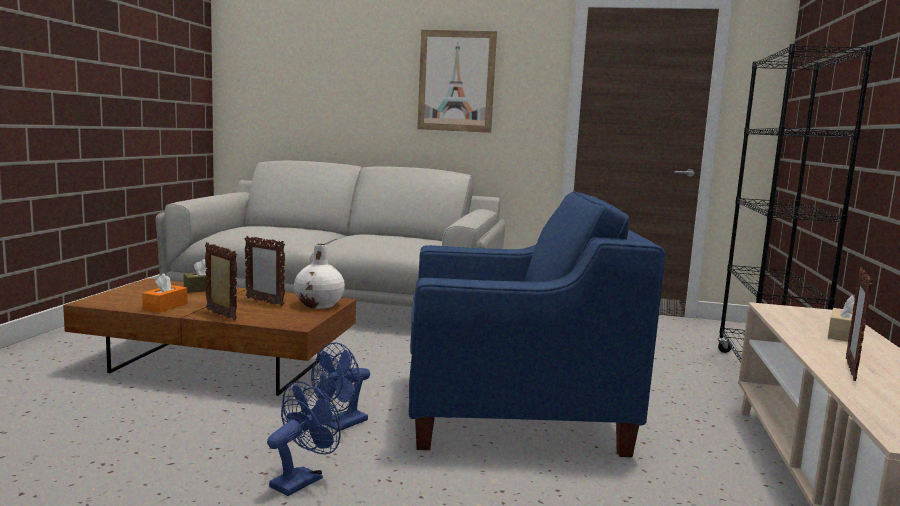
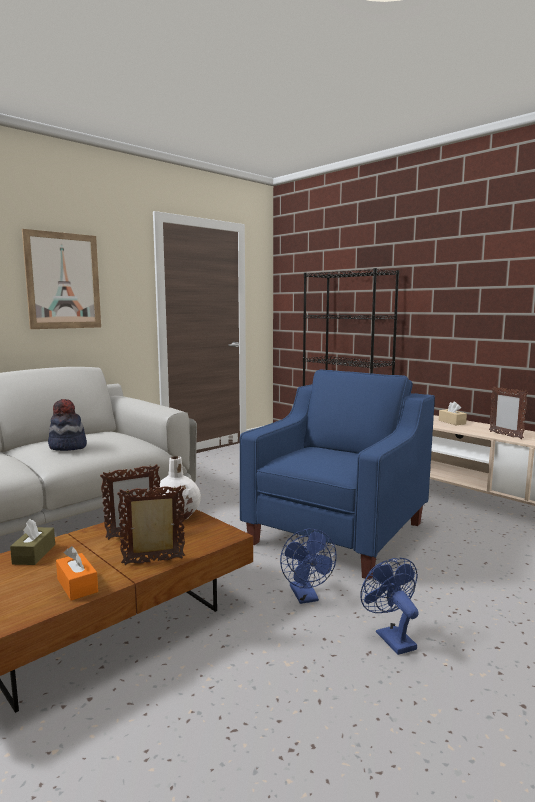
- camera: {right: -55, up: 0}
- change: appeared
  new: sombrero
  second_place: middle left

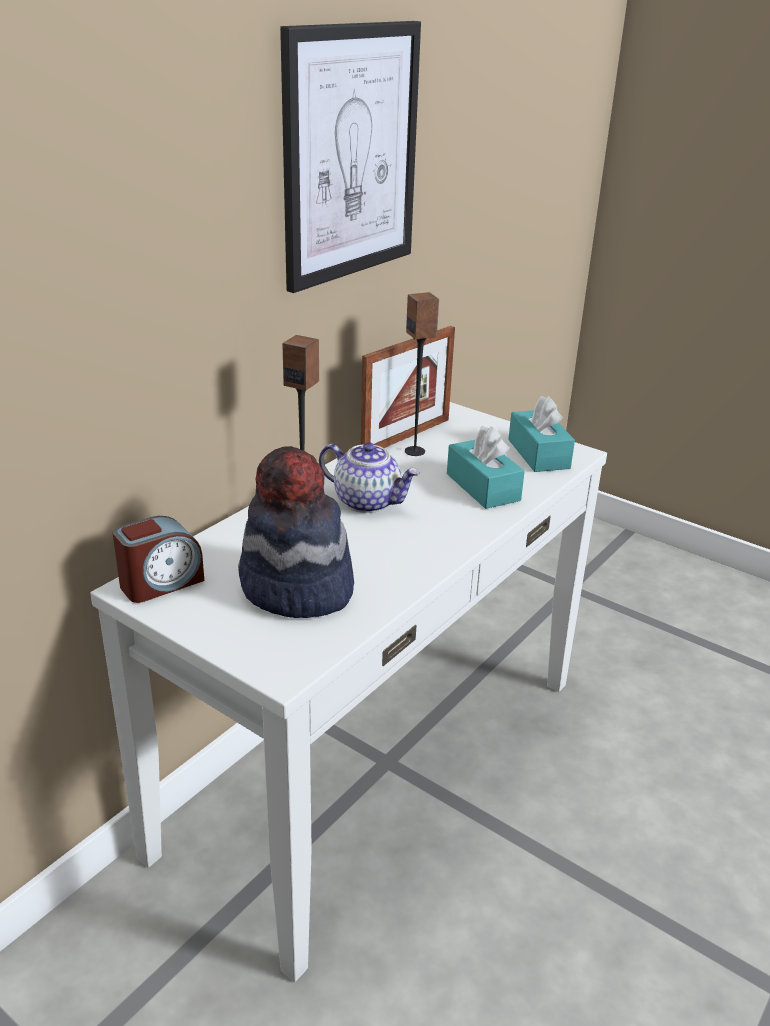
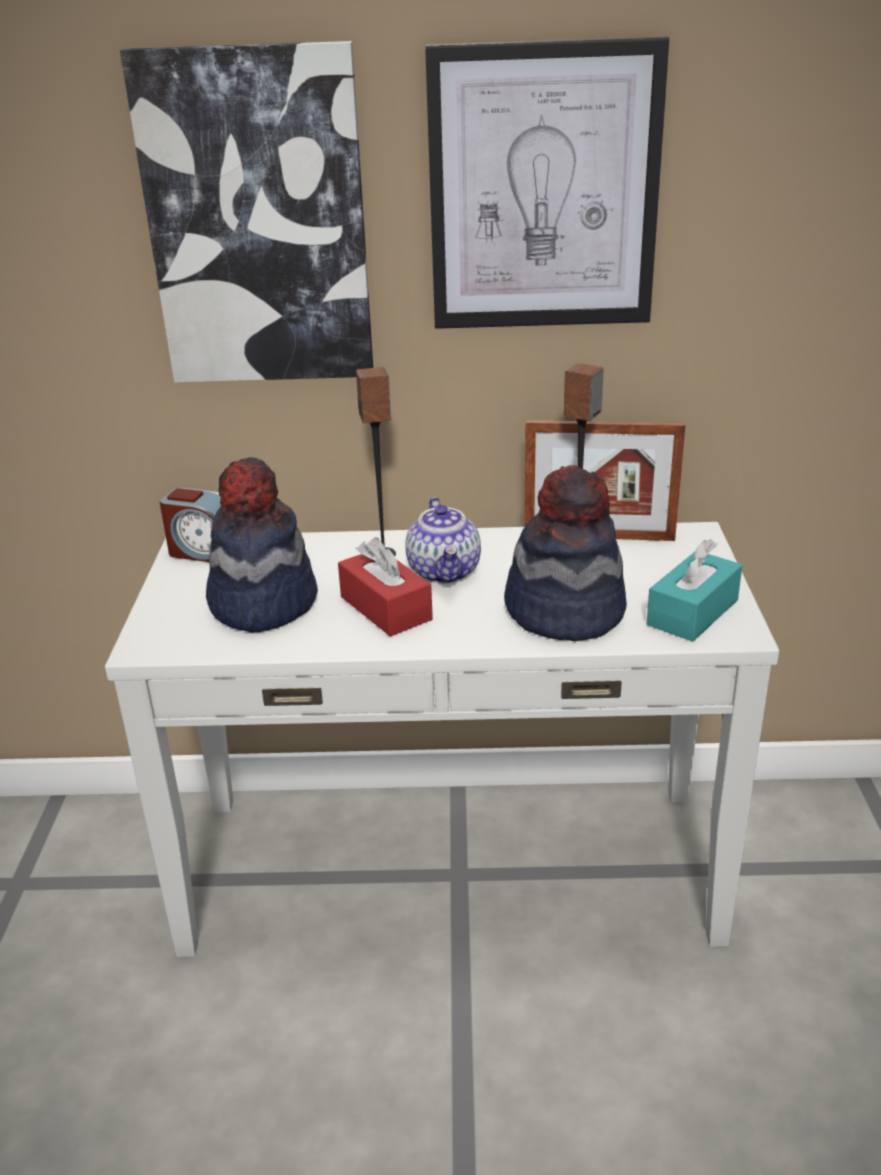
- camera: {right: 55, up: 0}
- change: appeared
  new: cuadro (no. 1 from left)
  second_place: top left
- change: appeared
  new: caja de pañuelos/rojo
  second_place: centre
- change: exchanged
  old: caja de pañuelos/turquesa (no. 1 from left)
  new: sombrero (no. 2 from left)
  first_place: centre
  second_place: centre

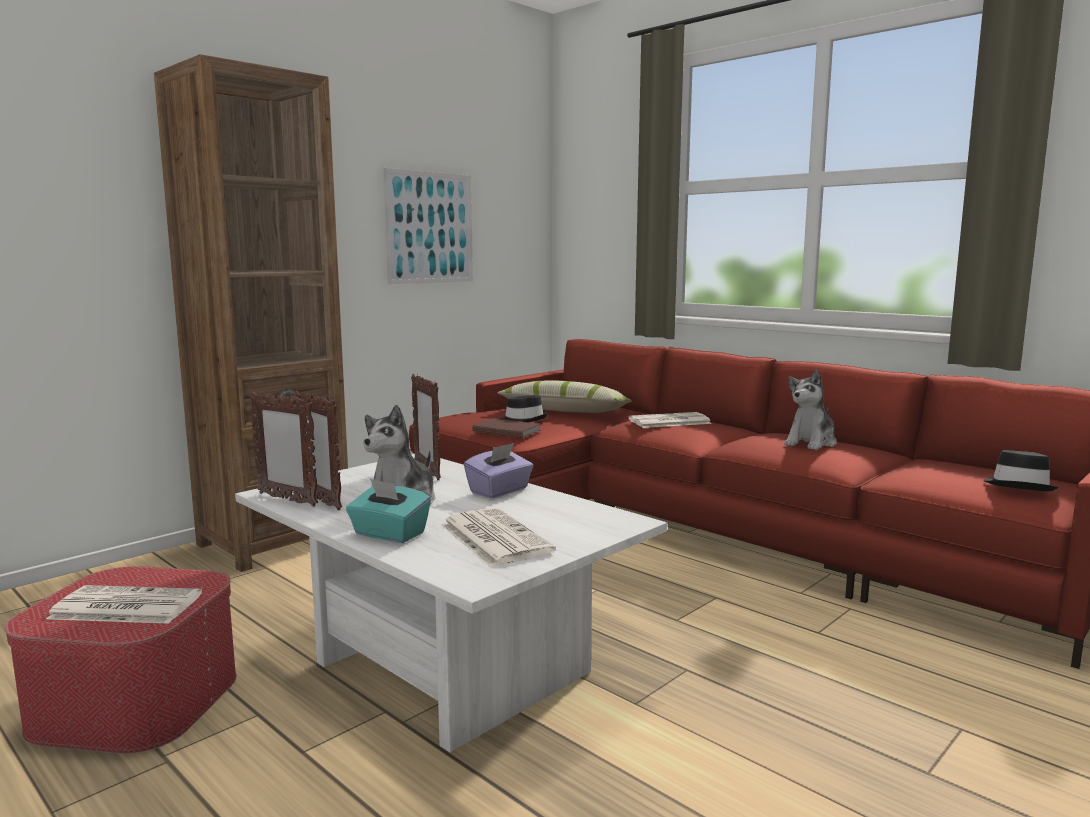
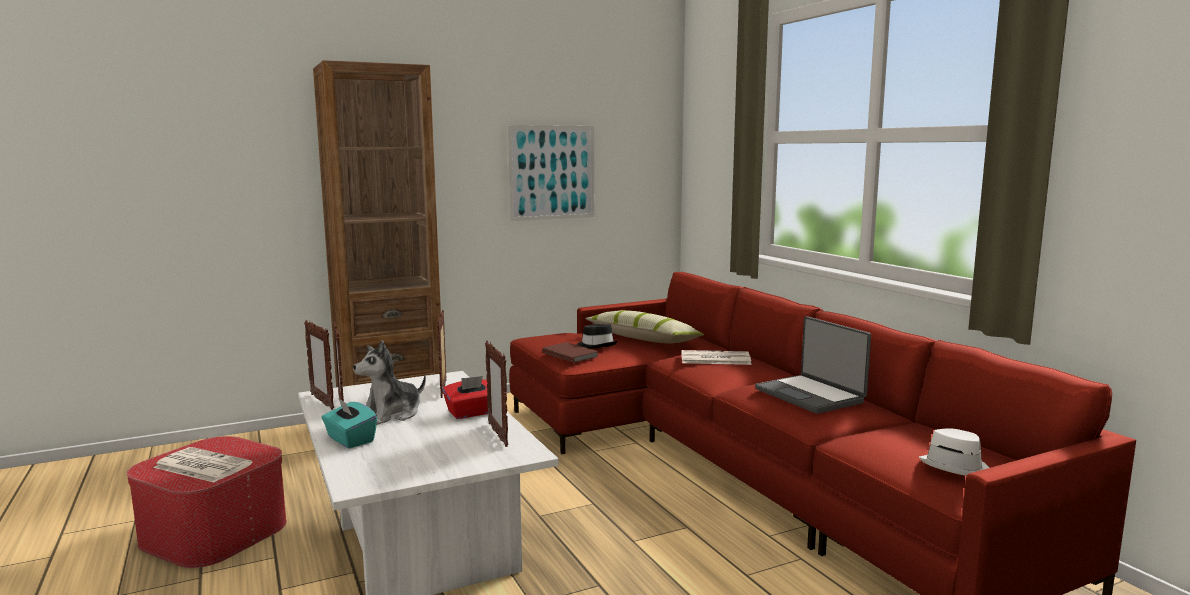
- camera: {right: 20, up: 0}
- change: colour
  old: caja de pañuelos/morado
  new: caja de pañuelos/rojo
  first_place: centre
  second_place: bottom centre
- change: appeared
  new: portarretratos (no. 4 from left)
  second_place: centre
- change: exchanged
  old: peluche (no. 2 from left)
  new: portátil
  first_place: middle right
  second_place: middle right
- change: colour
  old: sombrero/negro (no. 2 from left)
  new: sombrero/blanco
  first_place: middle right
  second_place: bottom right
- change: missing
  old: periódico (no. 2 from left)
  first_place: centre

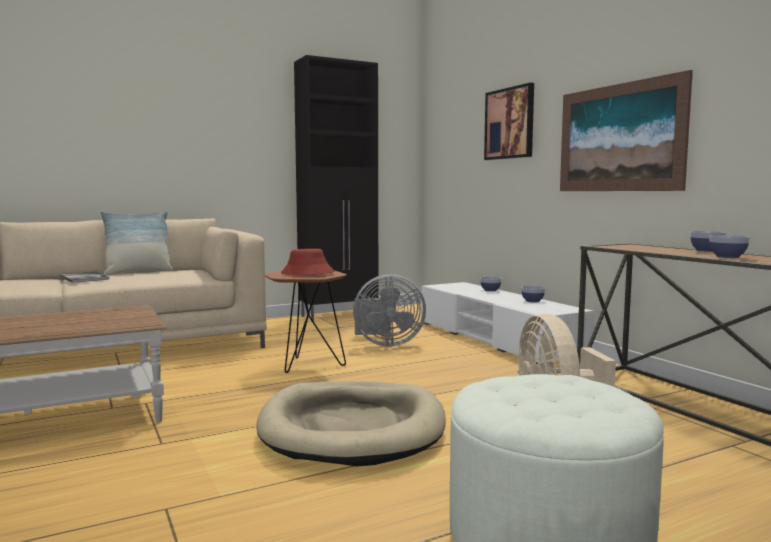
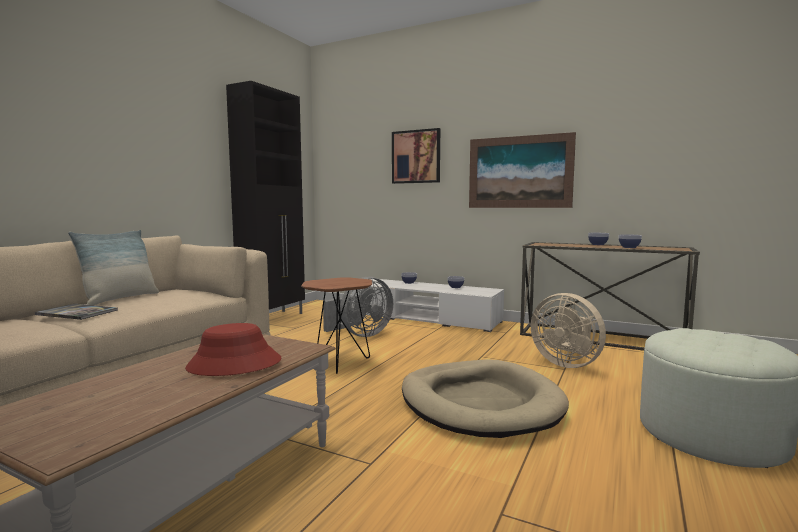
- camera: {right: -35, up: 0}
- change: relocated
  old: sombrero/rojo
  first_place: centre
  second_place: middle left

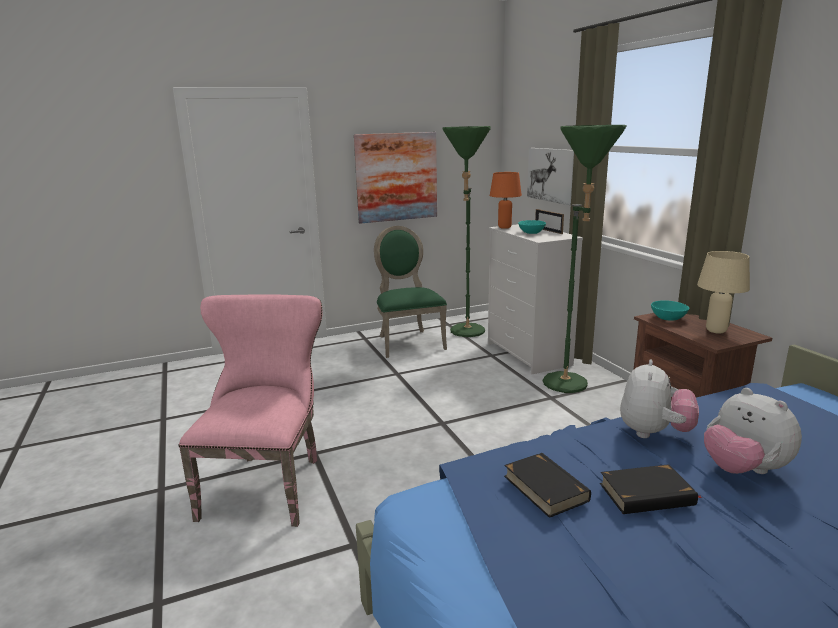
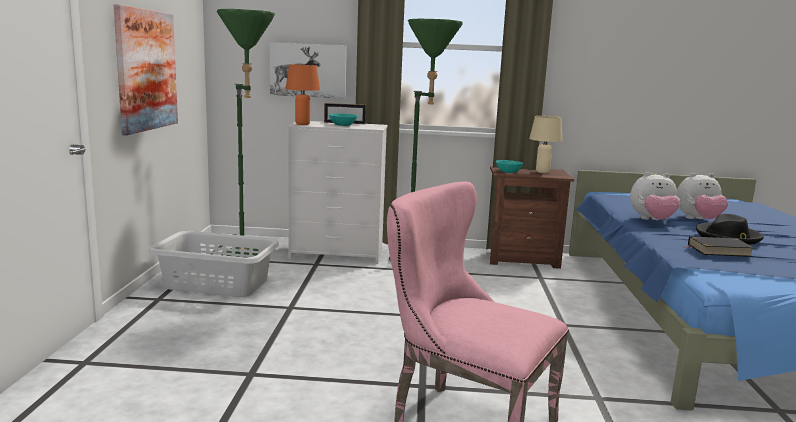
- camera: {right: -65, up: -5}
- change: exchanged
  old: silla/verde
  new: cesto de la ropa/gris
  first_place: centre
  second_place: middle left
- change: spun
  old: peluche (no. 1 from left)
  first_place: middle right
  second_place: middle right
  degrees: 135
- change: exchanged
  old: libro/negro (no. 2 from left)
  new: sombrero/negro
  first_place: bottom right
  second_place: middle right

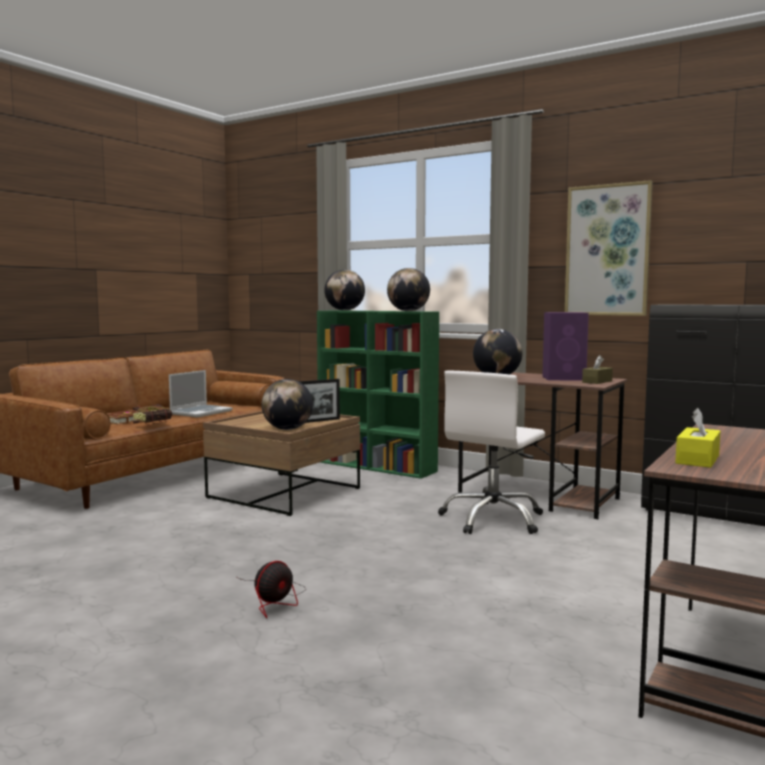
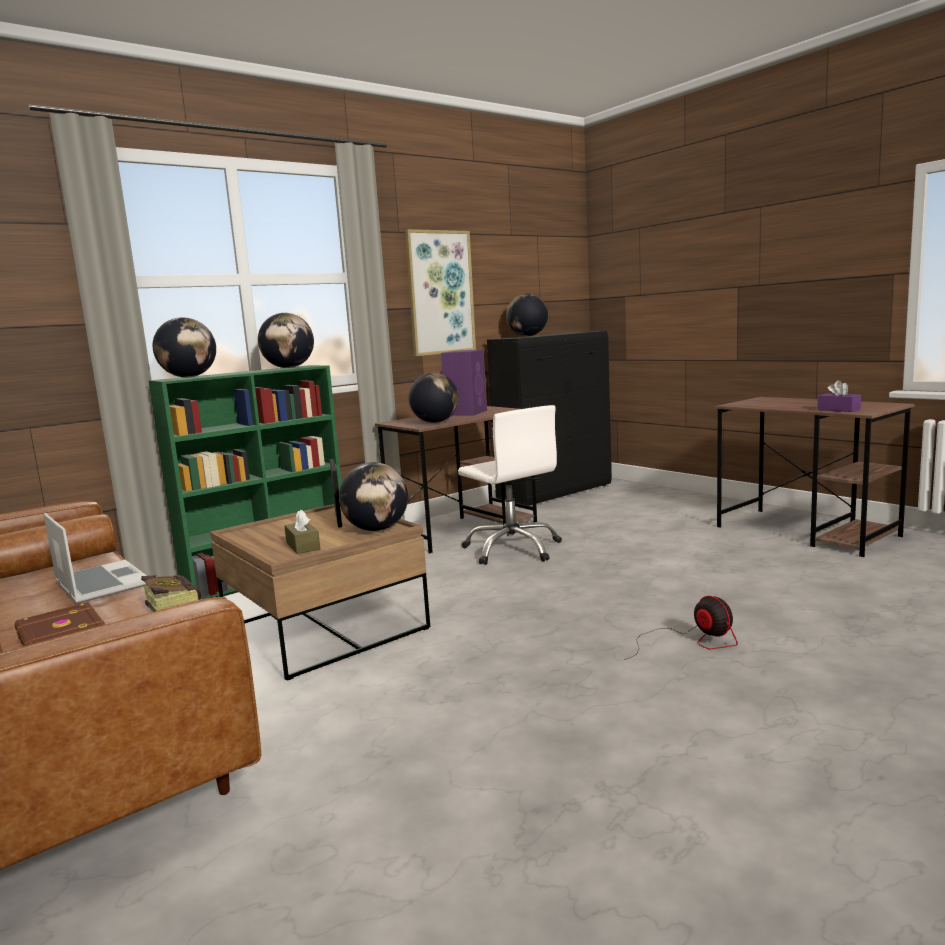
- camera: {right: -70, up: 5}
- change: relocated
  old: caja de pañuelos/marrón
  first_place: middle right
  second_place: middle left
- change: appeared
  new: globo terráqueo (no. 5 from left)
  second_place: centre
- change: colour
  old: caja de pañuelos/amarillo
  new: caja de pañuelos/morado
  first_place: middle right
  second_place: middle right

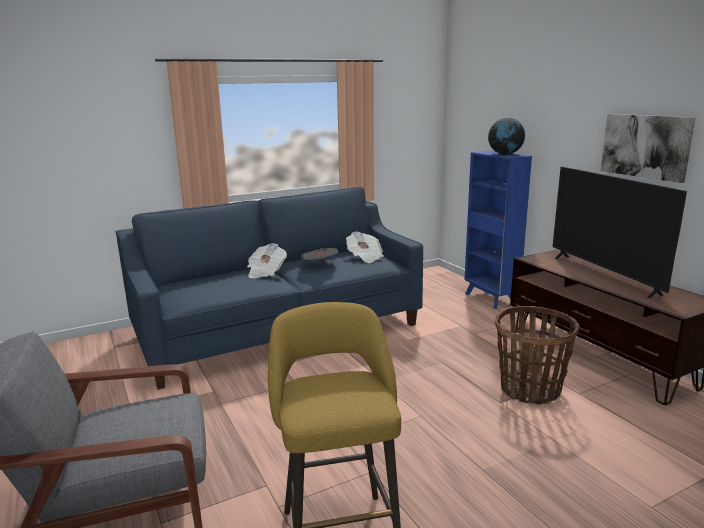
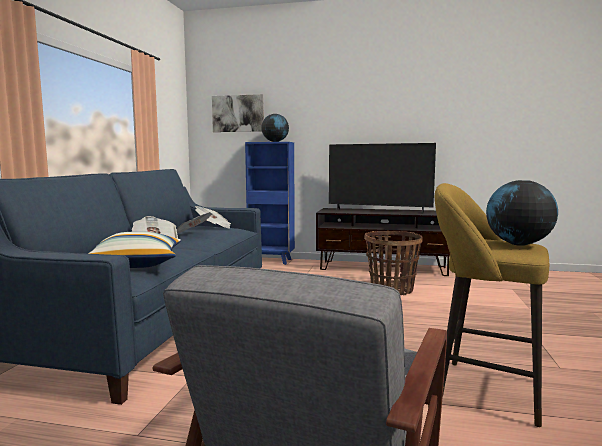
- camera: {right: -50, up: -10}
- change: appeared
  new: cojín
  second_place: middle left
- change: relocated
  old: cuadro
  first_place: top right
  second_place: top centre
- change: appeared
  new: globo terráqueo (no. 2 from left)
  second_place: middle right

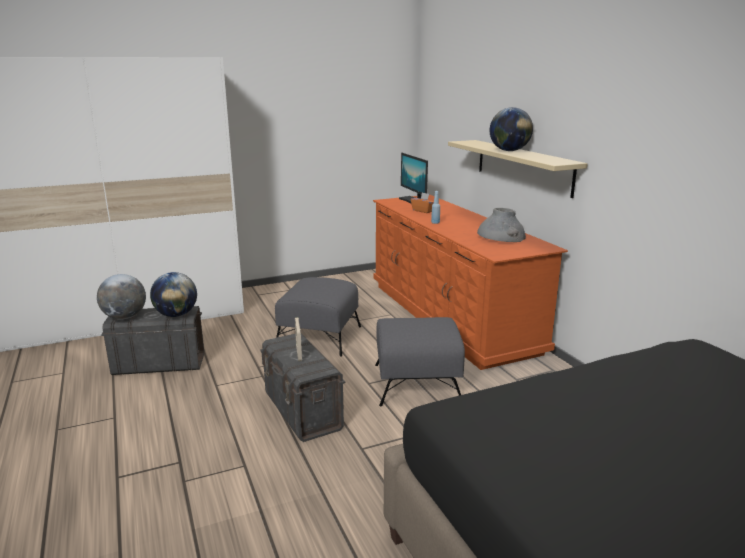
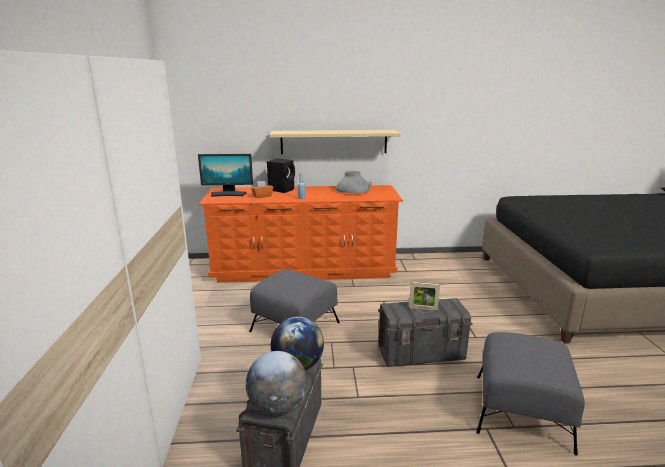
- camera: {right: -70, up: 0}
- change: appeared
  new: altavoz/negro
  second_place: centre
- change: relocated
  old: puf/gris (no. 2 from left)
  first_place: centre
  second_place: bottom right
- change: missing
  old: globo terráqueo (no. 3 from left)
  first_place: top right

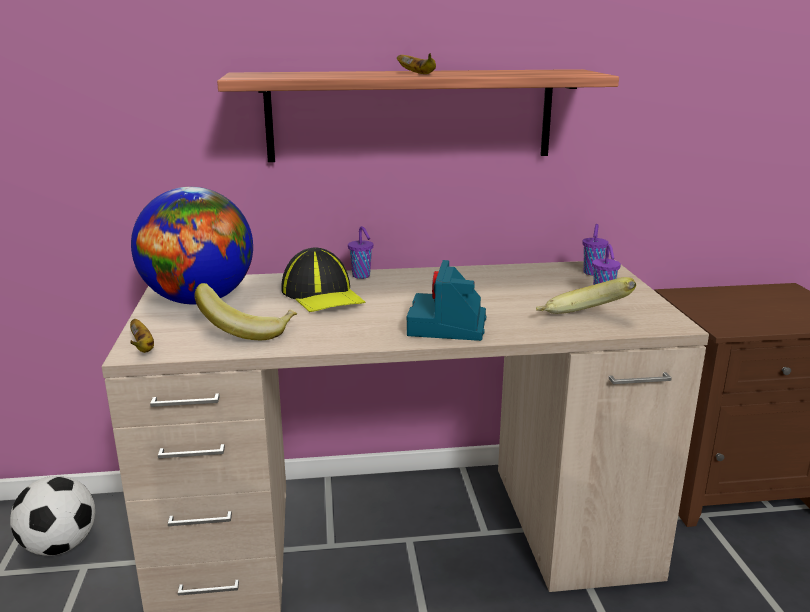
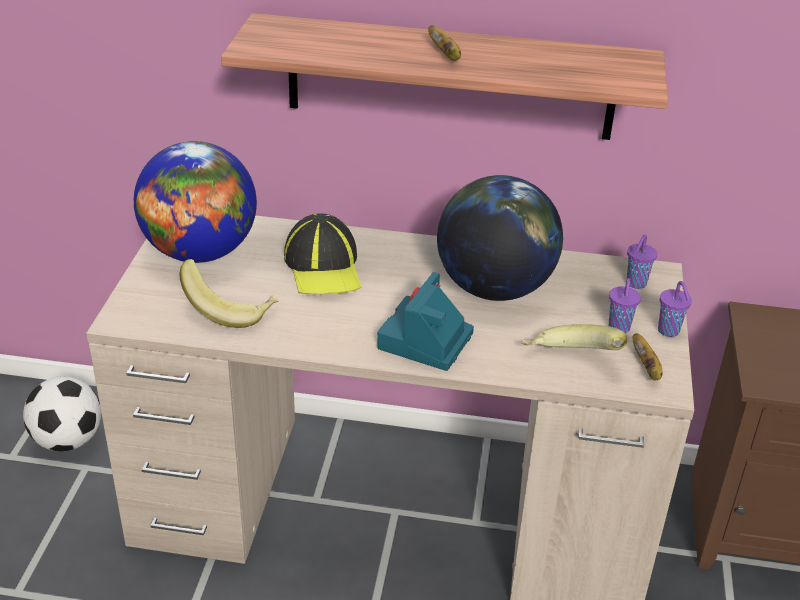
- camera: {right: 15, up: 15}
- change: appeared
  new: globo terráqueo (no. 2 from left)
  second_place: centre
- change: relocated
  old: plátano (no. 1 from left in the first image)
  new: plátano (no. 4 from left)
  first_place: middle left
  second_place: middle right
- change: relocated
  old: taza/morado (no. 1 from left in the first image)
  new: taza/morado (no. 3 from left)
  first_place: centre
  second_place: middle right

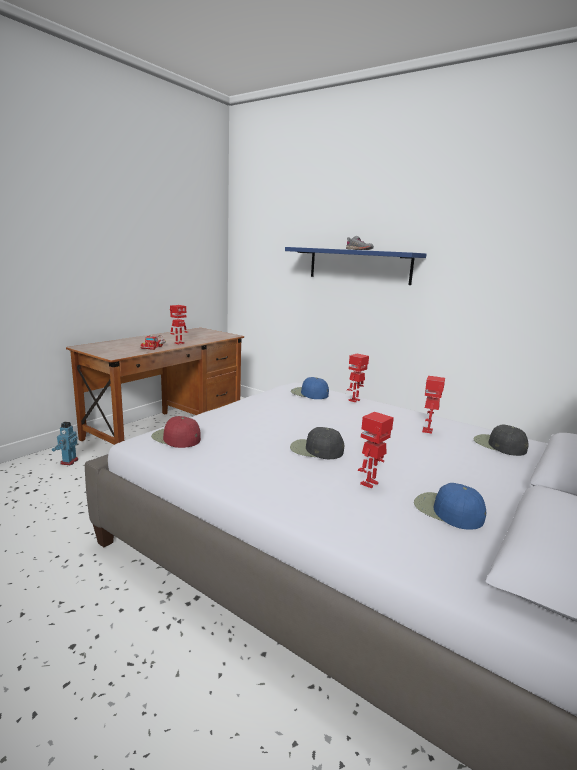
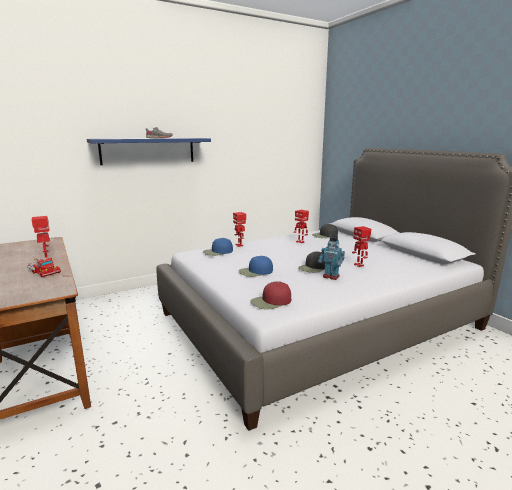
- camera: {right: -65, up: 0}
- change: relocated
  old: gorra/azul (no. 2 from left)
  first_place: middle right
  second_place: centre
- change: relocated
  old: robot de juguete (no. 1 from left in the first image)
  new: robot de juguete (no. 4 from left)
  first_place: middle left
  second_place: centre

